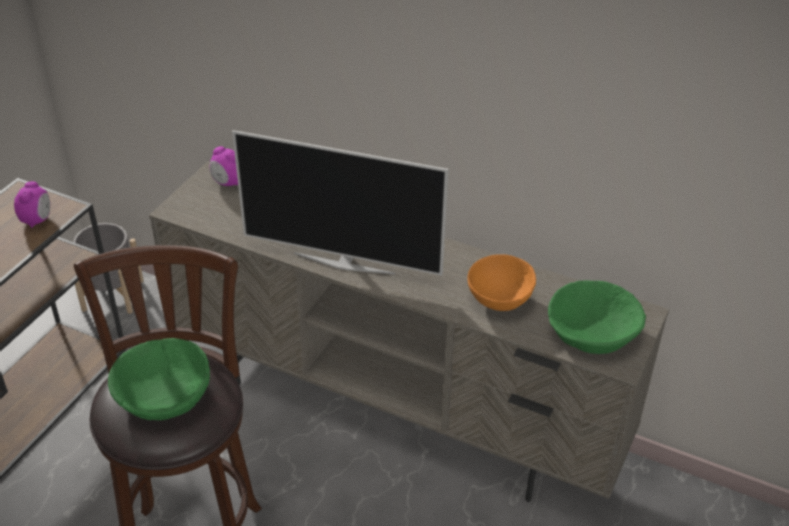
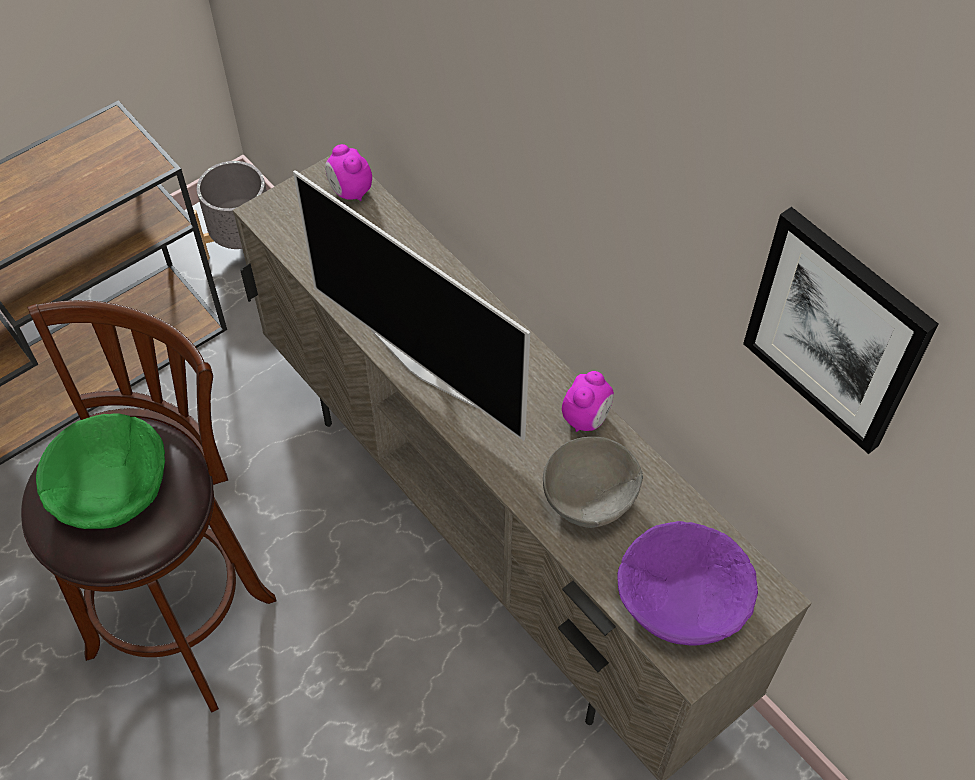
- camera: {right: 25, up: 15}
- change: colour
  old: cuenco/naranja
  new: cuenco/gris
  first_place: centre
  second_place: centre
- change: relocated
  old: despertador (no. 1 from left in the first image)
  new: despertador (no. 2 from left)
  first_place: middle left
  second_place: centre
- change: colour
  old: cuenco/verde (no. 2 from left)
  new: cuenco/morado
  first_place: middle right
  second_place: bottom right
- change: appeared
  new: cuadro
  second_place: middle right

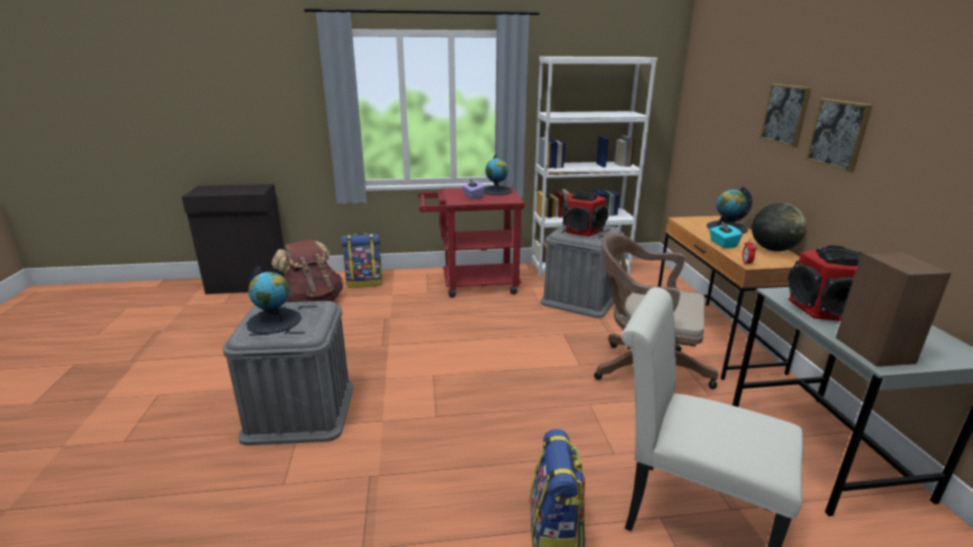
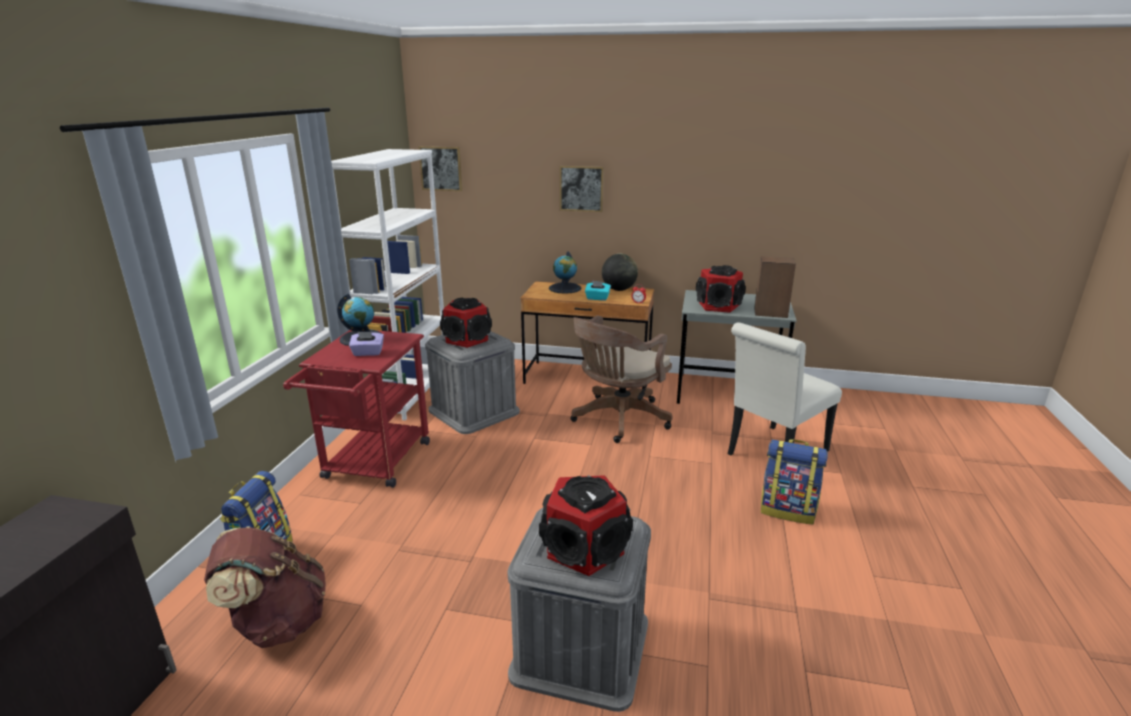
- camera: {right: -70, up: 0}
- change: relocated
  old: cuadro (no. 2 from left in the first image)
  new: cuadro (no. 1 from left)
  first_place: top right
  second_place: top centre
- change: exchanged
  old: globo terráqueo (no. 1 from left)
  new: altavoz (no. 2 from left)
  first_place: middle left
  second_place: bottom centre

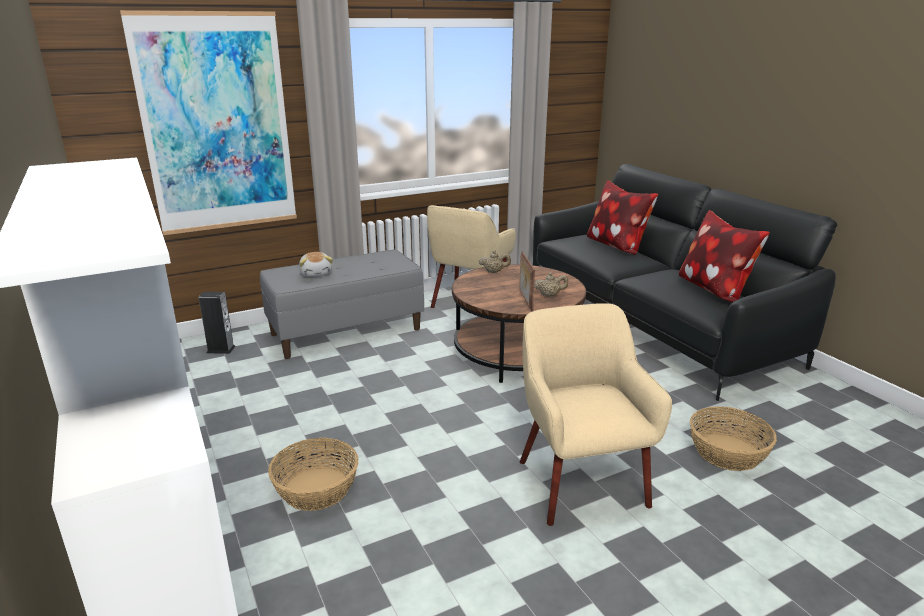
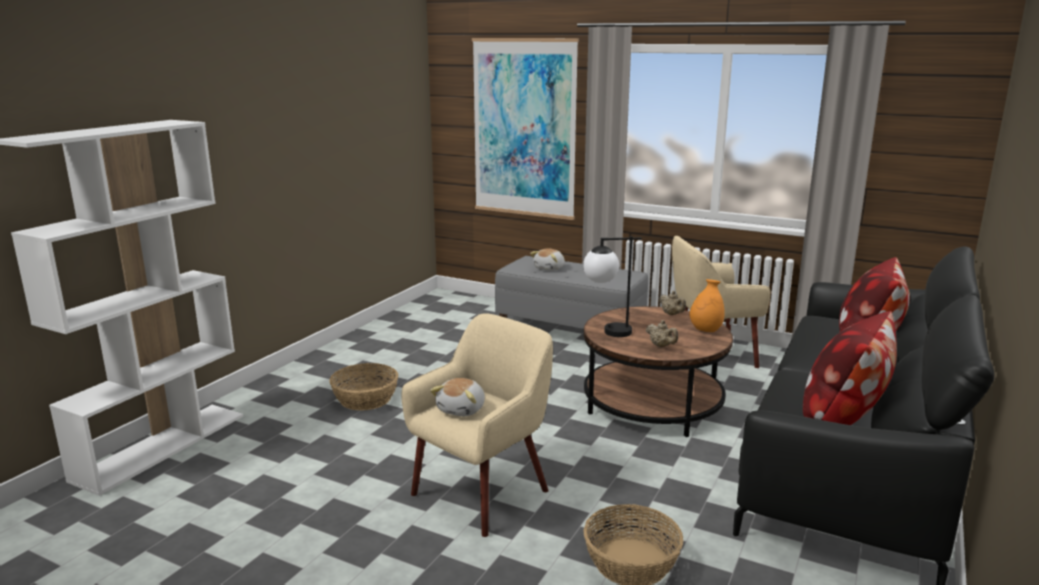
- camera: {right: 55, up: -5}
- change: appeared
  new: peluche (no. 1 from left)
  second_place: bottom centre
- change: appeared
  new: lámpara de mesa
  second_place: centre
- change: appeared
  new: florero/naranja
  second_place: middle right
- change: missing
  old: altavoz
  first_place: middle left
- change: missing
  old: portarretratos
  first_place: centre

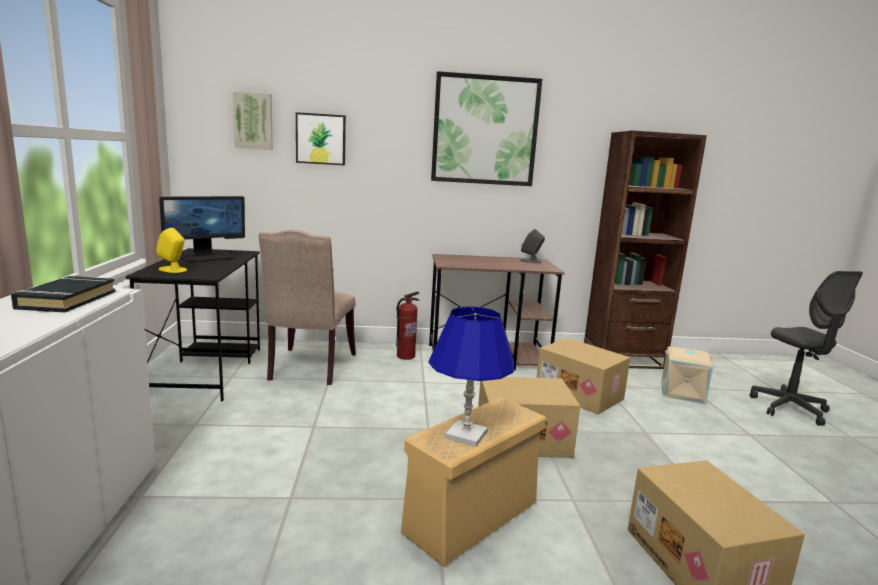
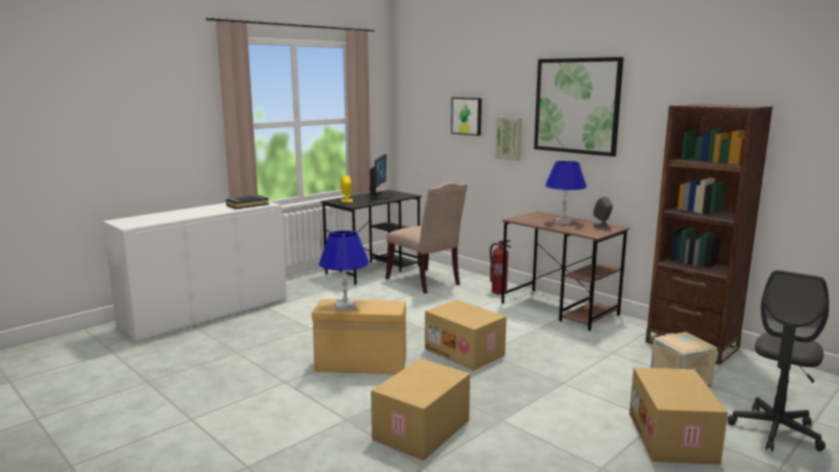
- camera: {right: 50, up: 0}
- change: spun
  old: monitor
  first_place: middle left
  second_place: centre
  degrees: -90
- change: spun
  old: silla/beis
  first_place: centre
  second_place: centre
  degrees: -90
- change: relocated
  old: cuadro (no. 1 from left in the first image)
  new: cuadro (no. 2 from left)
  first_place: top left
  second_place: top centre
- change: appeared
  new: lámpara de mesa/azul (no. 2 from left)
  second_place: middle right
- change: relocated
  old: caja de cartón (no. 2 from left in the first image)
  new: caja de cartón (no. 3 from left)
  first_place: centre
  second_place: bottom right

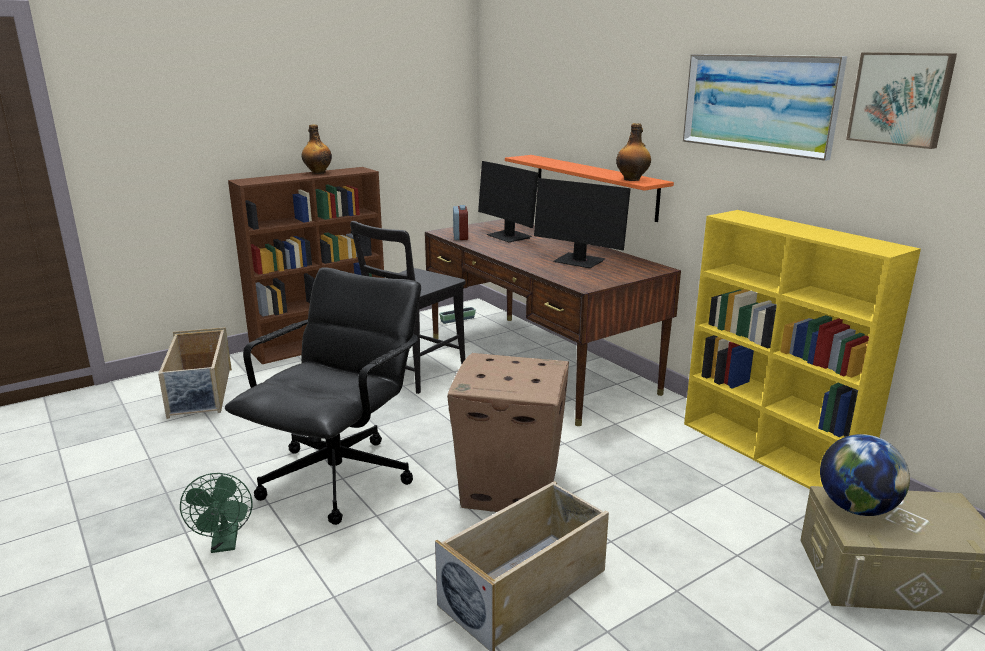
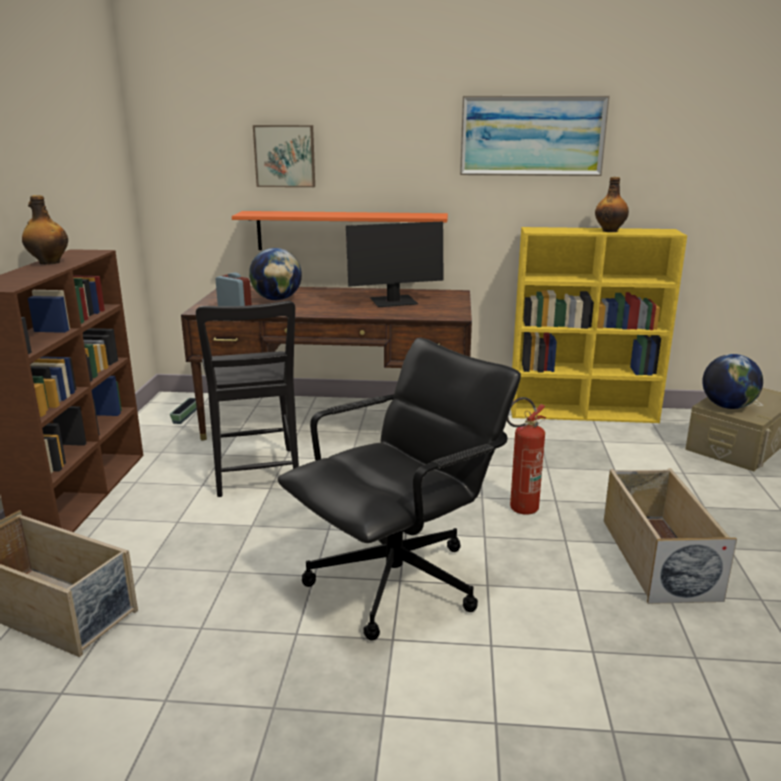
- camera: {right: -50, up: 0}
- change: exchanged
  old: monitor (no. 1 from left)
  new: globo terráqueo (no. 1 from left)
  first_place: top centre
  second_place: centre
- change: relocated
  old: cuadro (no. 2 from left in the first image)
  new: cuadro (no. 1 from left)
  first_place: top right
  second_place: top centre
- change: spun
  old: silla de oficina/negro
  first_place: middle left
  second_place: centre
  degrees: 75
- change: exchanged
  old: caja de cartón
  new: extintor
  first_place: centre
  second_place: middle right
- change: relocated
  old: botella (no. 2 from left)
  first_place: top centre
  second_place: top right
- change: missing
  old: ventilador/verde
  first_place: bottom left

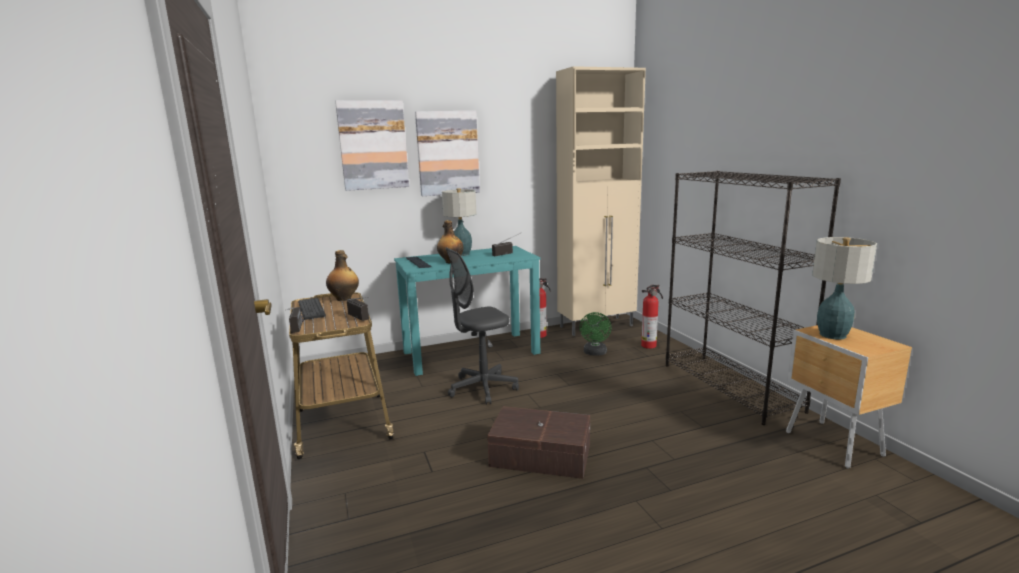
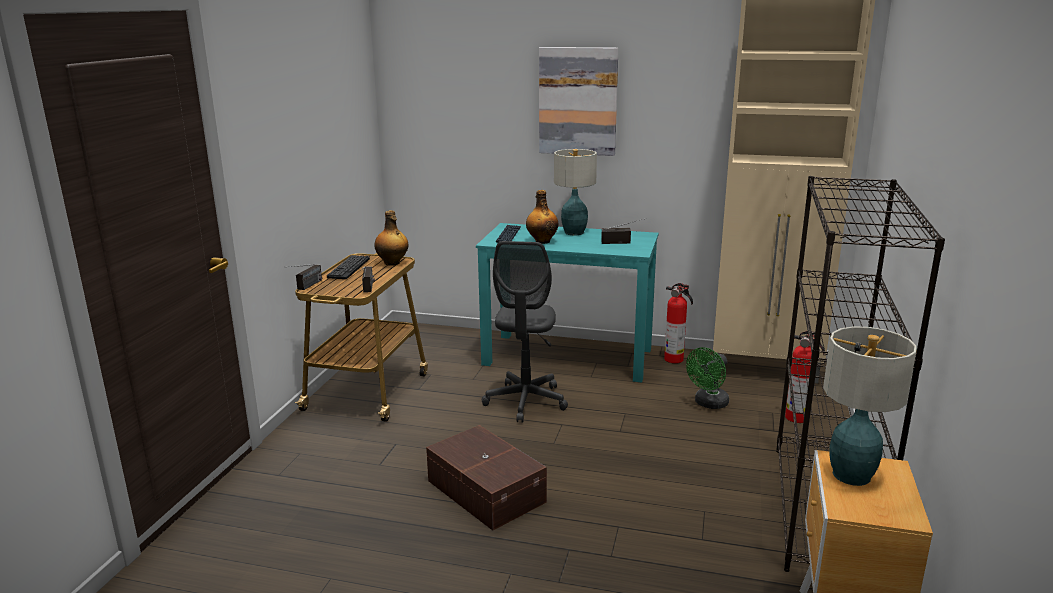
- camera: {right: 35, up: 5}
- change: spun
  old: silla de oficina/gris
  first_place: centre
  second_place: centre
  degrees: -90
- change: missing
  old: cuadro (no. 1 from left)
  first_place: top centre

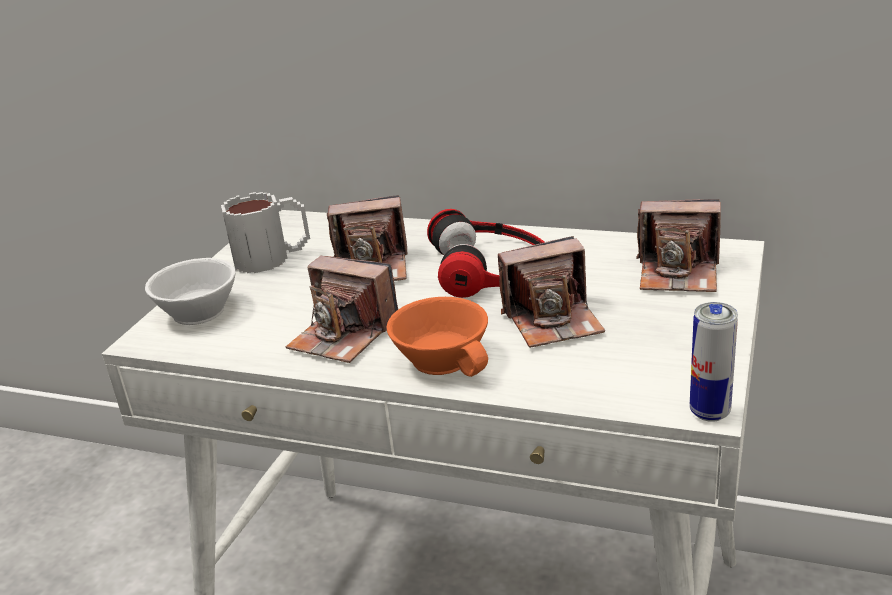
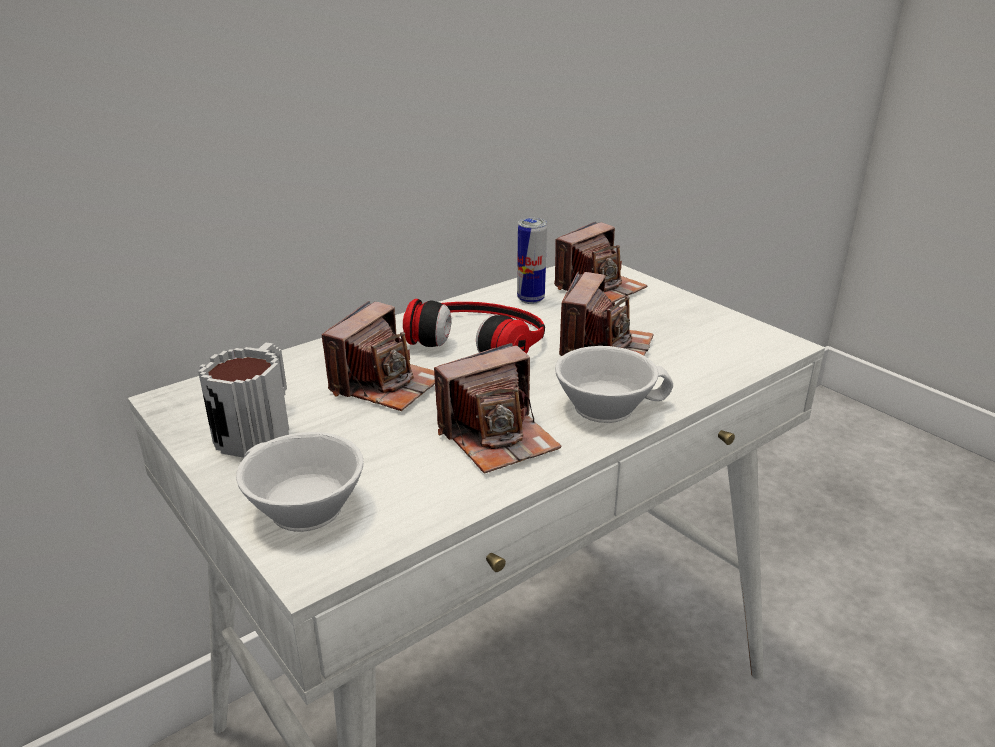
- camera: {right: -60, up: 0}
- change: relocated
  old: lata
  first_place: middle right
  second_place: centre
- change: colour
  old: taza/naranja
  new: taza/blanco (no. 2 from left)
  first_place: centre
  second_place: centre

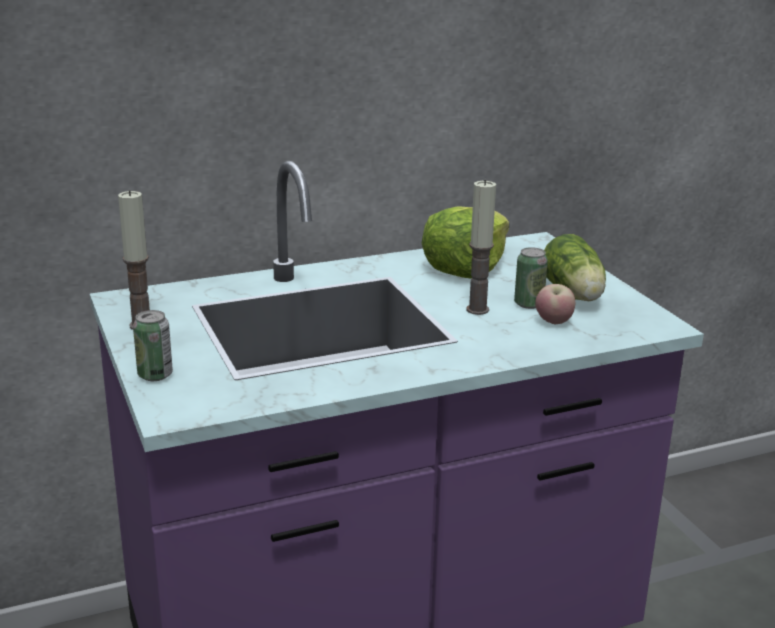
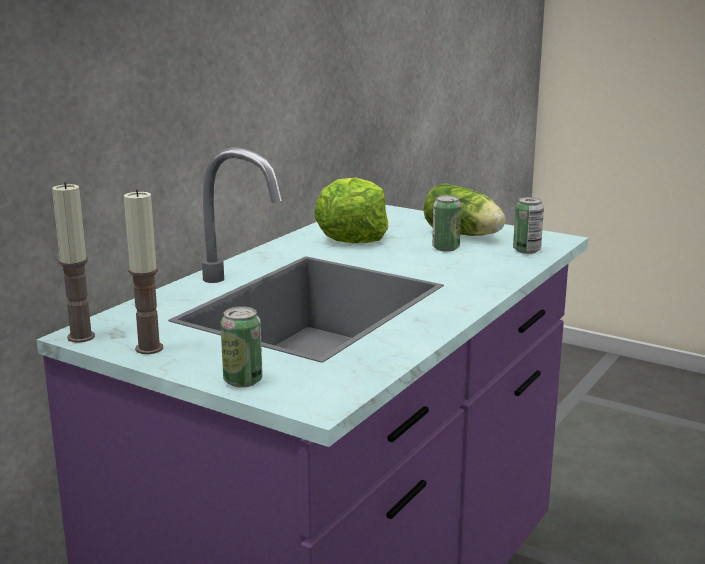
- camera: {right: -35, up: -5}
- change: relocated
  old: vela (no. 2 from left in the first image)
  new: vela (no. 1 from left)
  first_place: centre
  second_place: middle left
- change: appeared
  new: lata (no. 3 from left)
  second_place: middle right
- change: missing
  old: manzana
  first_place: middle right

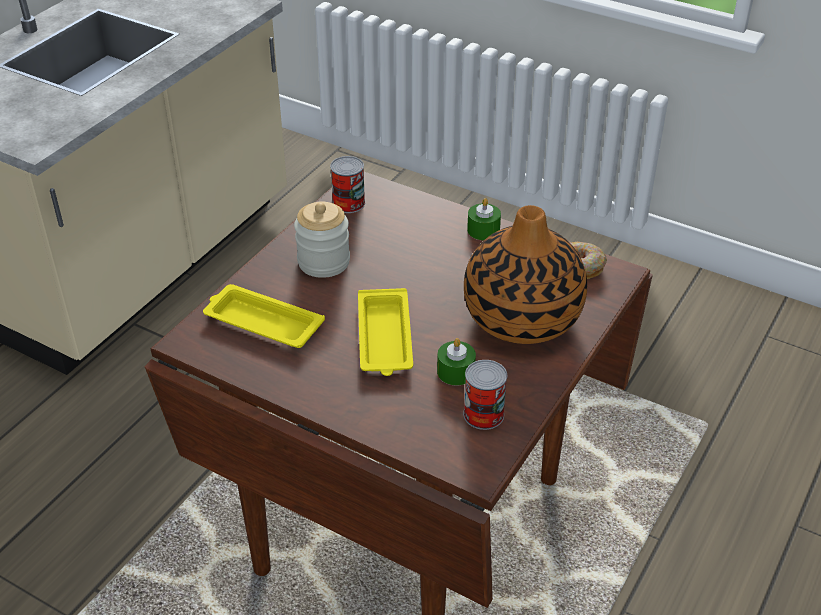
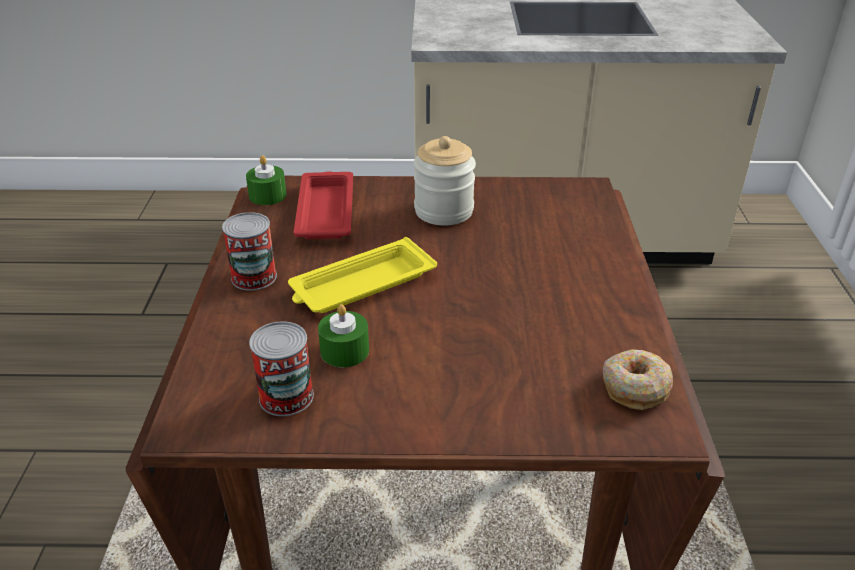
- camera: {right: 60, up: -5}
- change: relocated
  old: lata (no. 1 from left)
  first_place: top centre
  second_place: middle left
- change: relocated
  old: vela/verde (no. 2 from left in the first image)
  new: vela/verde (no. 1 from left)
  first_place: centre
  second_place: top left
- change: colour
  old: bandeja/amarillo (no. 1 from left)
  new: bandeja/rojo
  first_place: middle left
  second_place: centre
- change: missing
  old: florero
  first_place: centre

